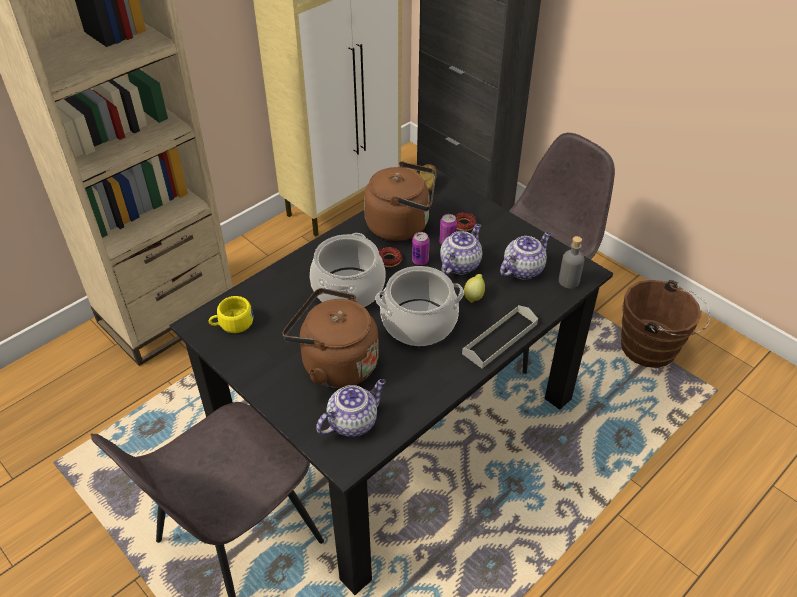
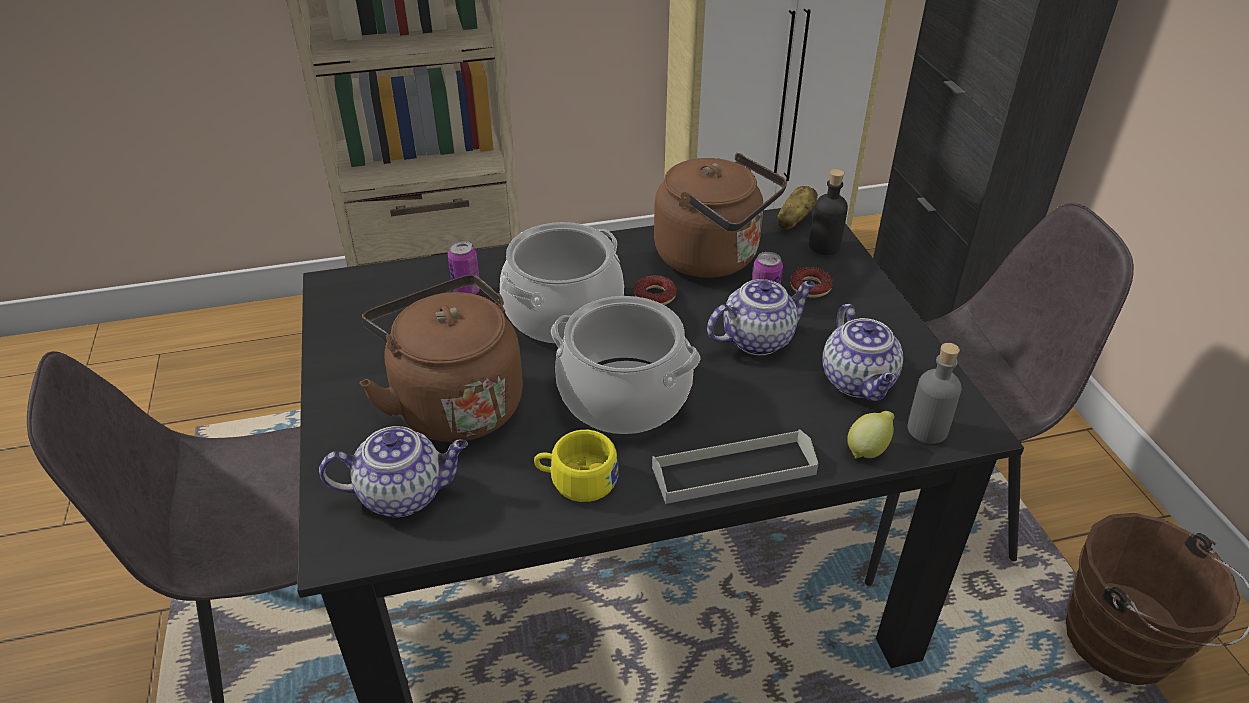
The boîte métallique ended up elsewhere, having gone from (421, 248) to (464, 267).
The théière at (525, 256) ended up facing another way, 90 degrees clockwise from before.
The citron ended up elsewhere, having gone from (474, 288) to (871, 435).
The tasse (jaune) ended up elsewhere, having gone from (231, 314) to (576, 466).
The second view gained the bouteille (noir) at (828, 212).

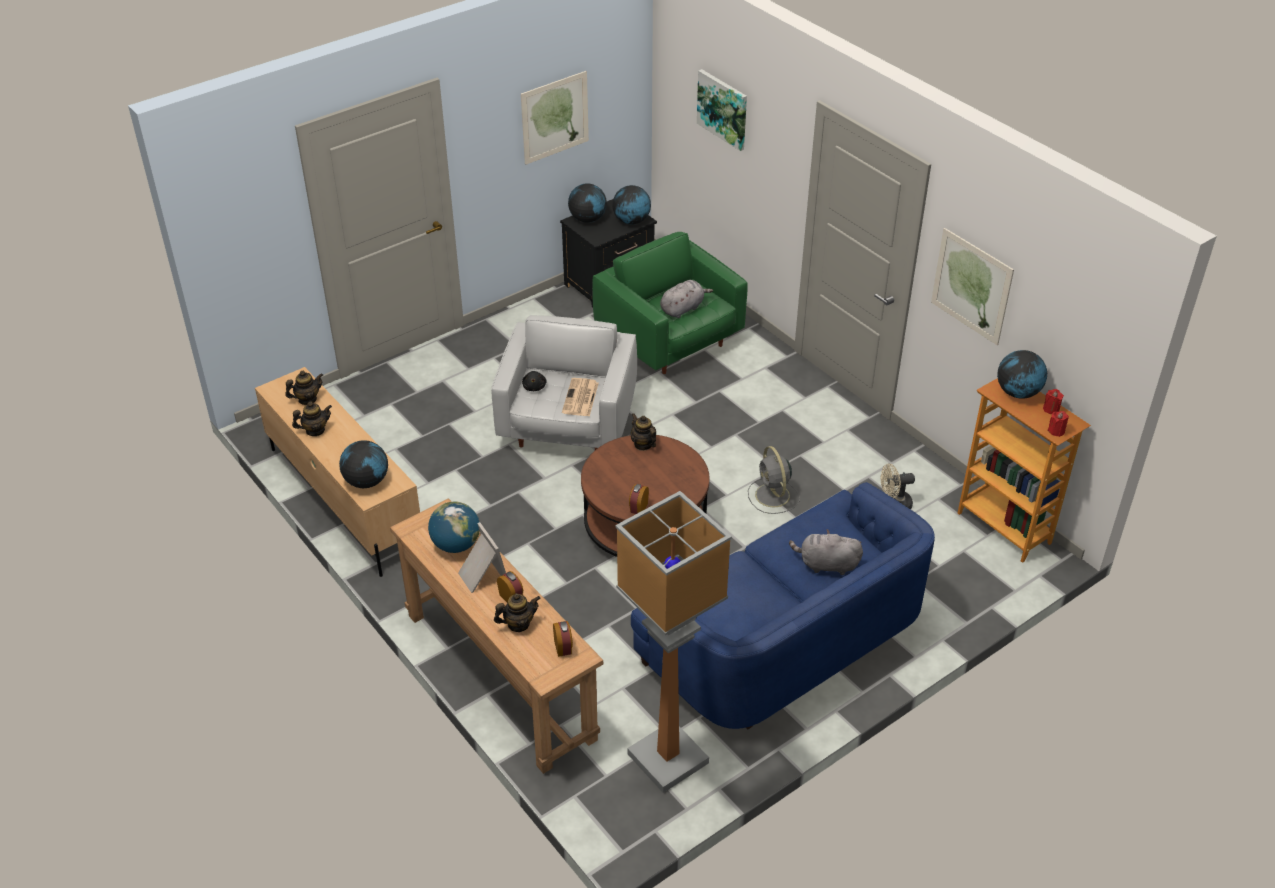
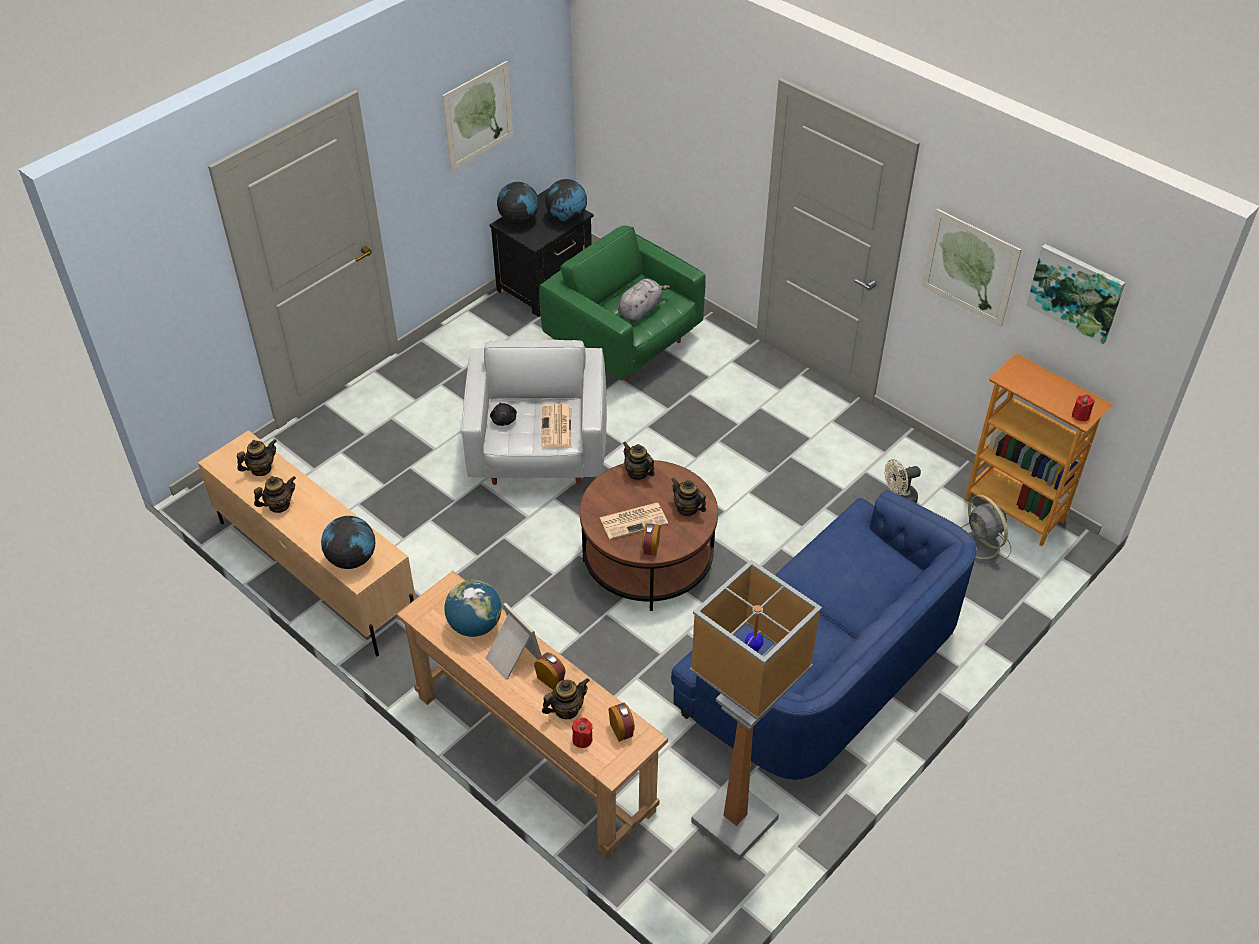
The tableau ended up elsewhere, having gone from (722, 110) to (1075, 294).
The second view lost the globe at (1022, 374).
The bougie (rouge) ended up elsewhere, having gone from (1053, 401) to (582, 732).
The ventilateur (gris) ended up elsewhere, having gone from (774, 480) to (986, 531).
The second view lost the peluche (gris) at (826, 552).
The second view gained the théière at (688, 497).
The second view gained the journal at (633, 521).

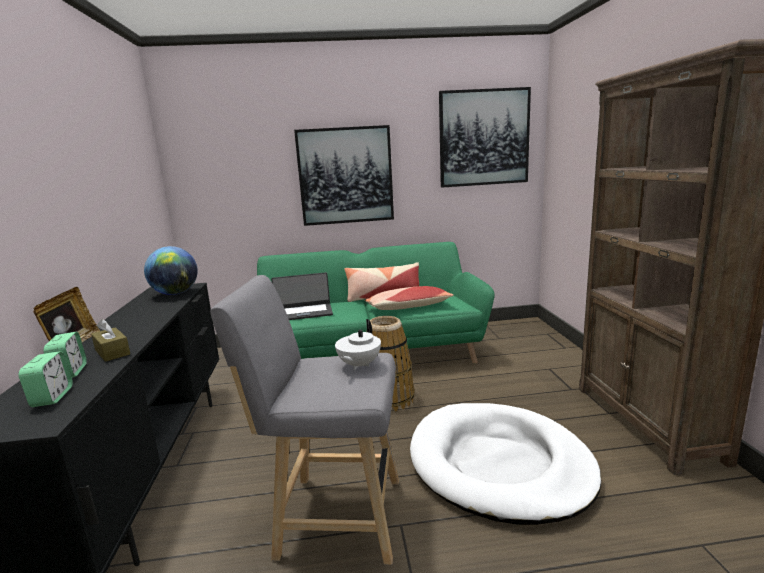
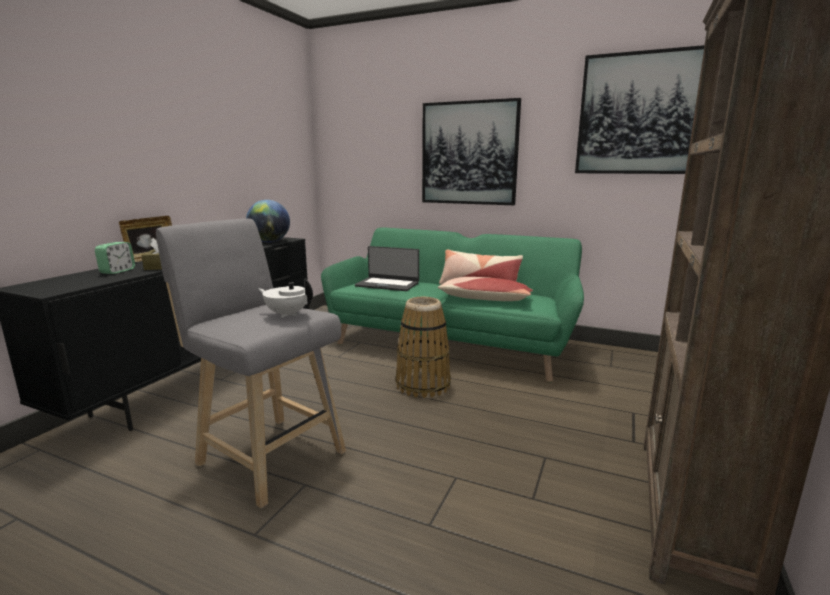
The théière (blanc) at (358, 344) ended up facing another way, 60 degrees clockwise from before.
The second view lost the réveil at (46, 379).
The second view lost the panier pour chien (blanc) at (505, 464).

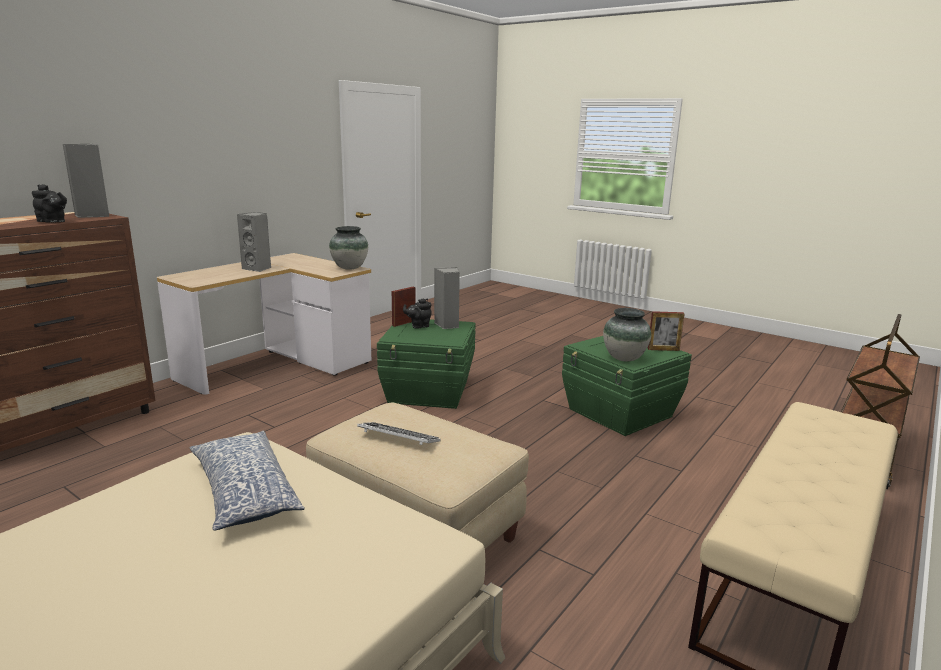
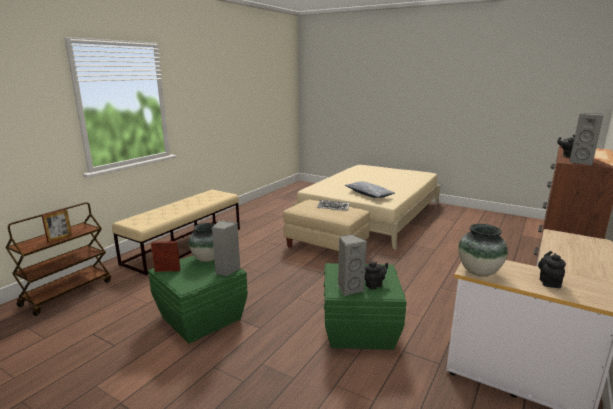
The enceinte (gris) ended up elsewhere, having gone from (254, 242) to (226, 248).
The cadre photo ended up elsewhere, having gone from (404, 307) to (56, 226).
The second view gained the théière (noir) at (552, 269).

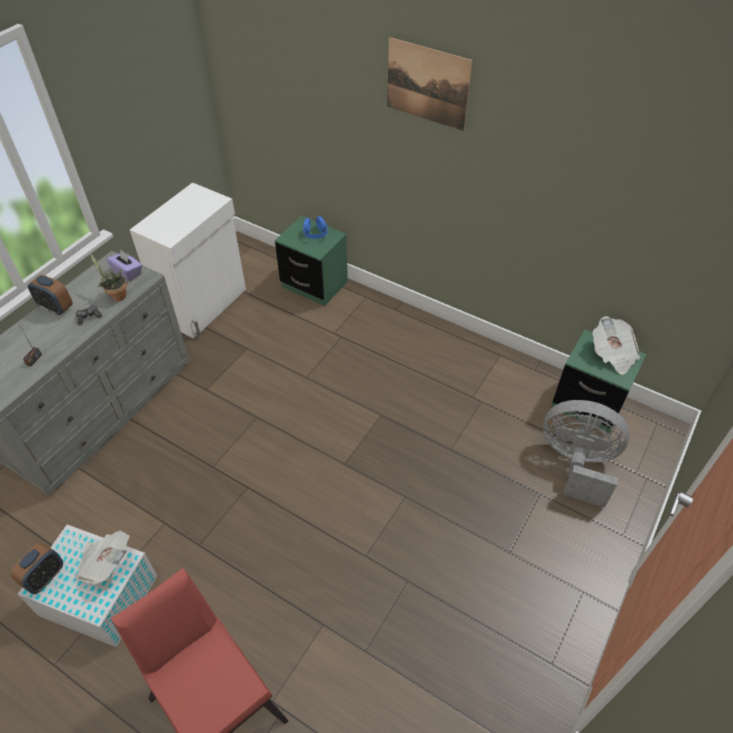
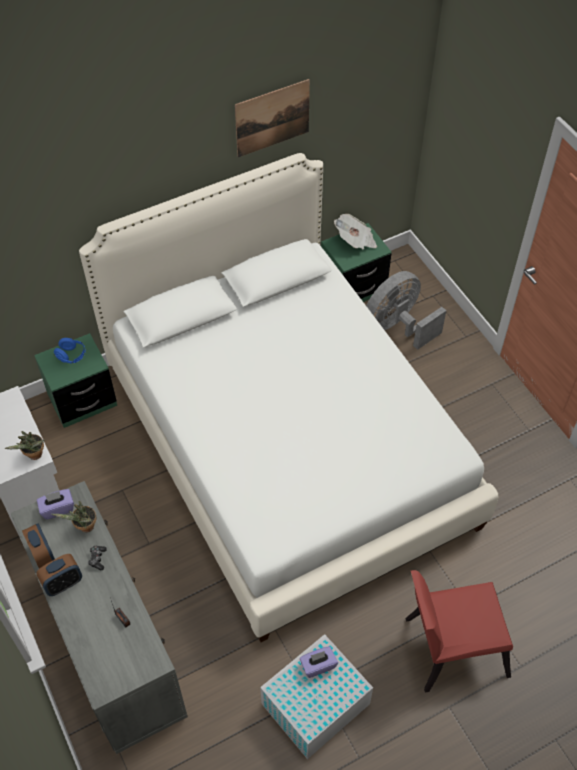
The tableau ended up elsewhere, having gone from (430, 84) to (272, 118).
Where the journal stood at (102, 557), the boîte à mouchoirs (violet) came to stand at (319, 662).
The réveil ended up elsewhere, having gone from (37, 568) to (38, 546).
The second view gained the lit (blanc) at (288, 397).
The second view gained the plante en pot at (24, 445).

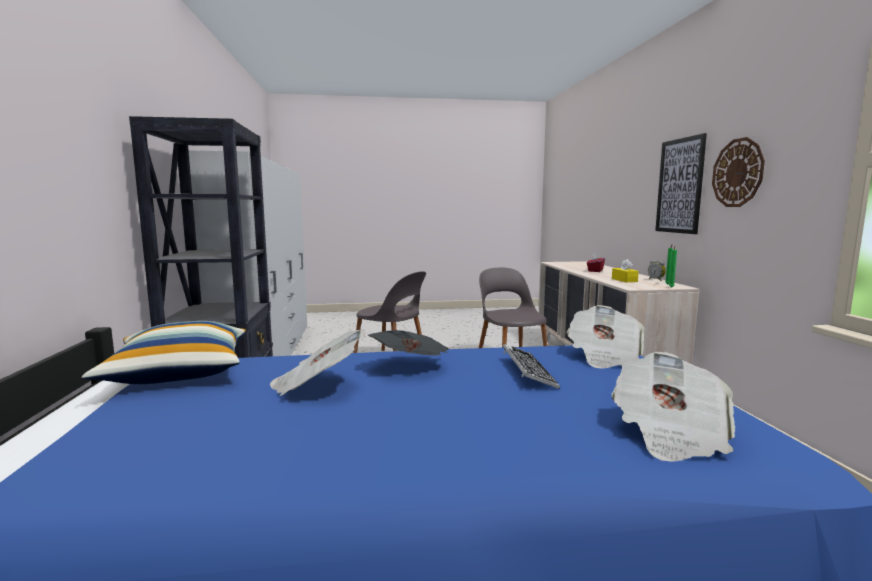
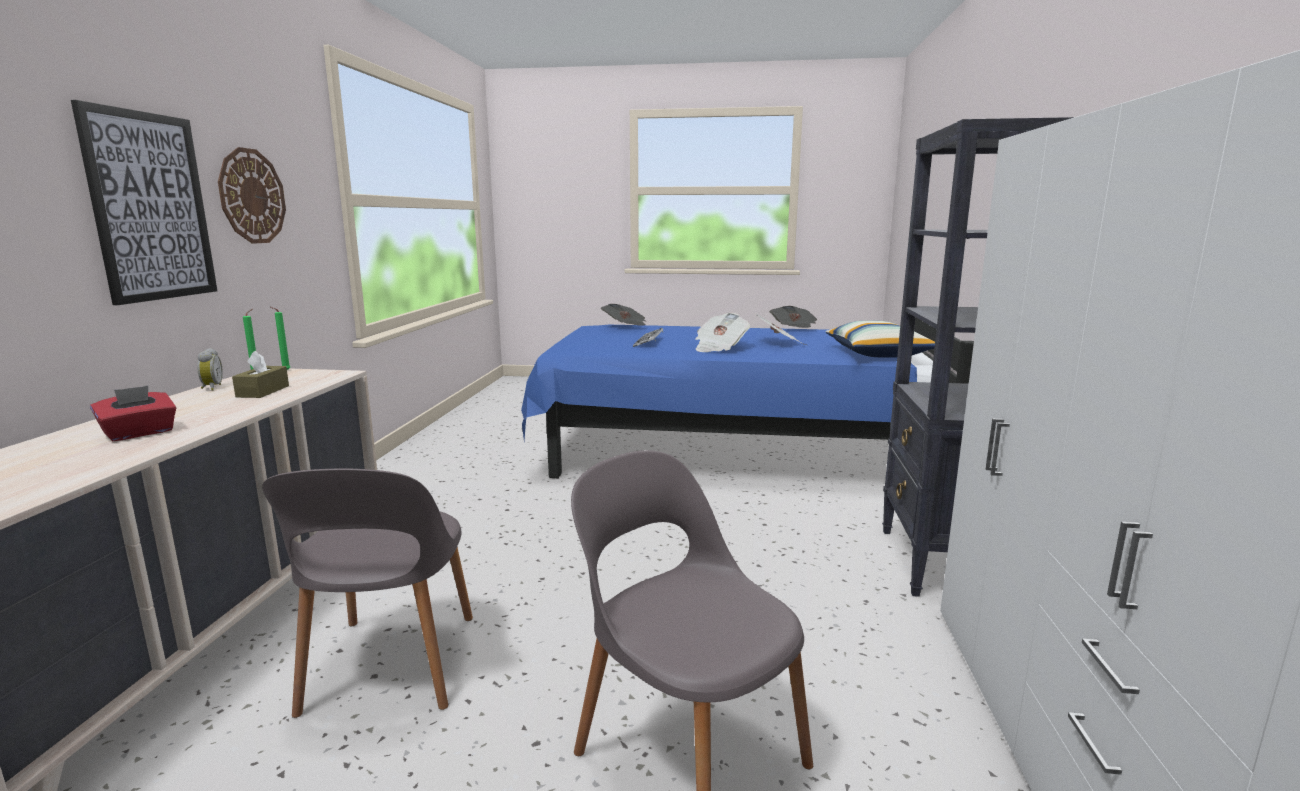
What was the boîte à mouchoirs (jaune) at (625, 270) turned into the boîte à mouchoirs (marron) at (260, 374).
The journal ended up elsewhere, having gone from (606, 336) to (793, 317).

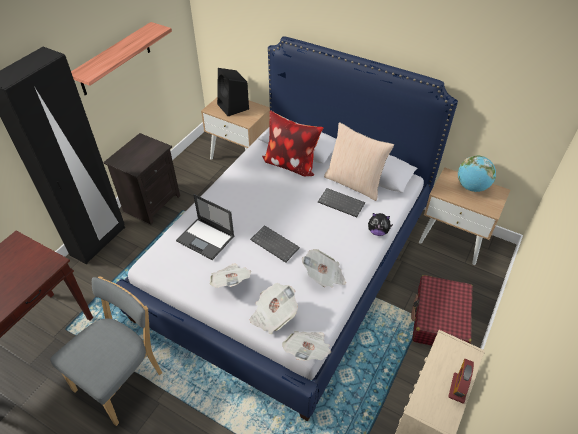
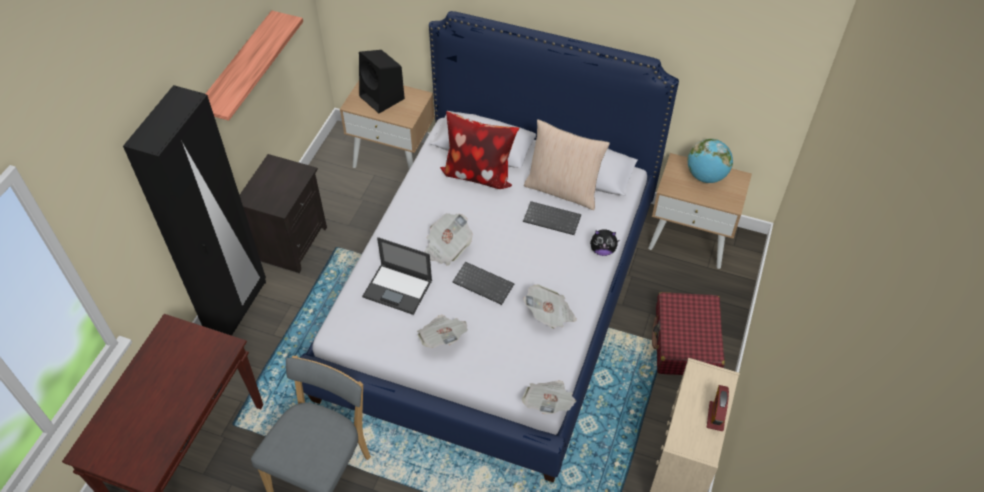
The journal ended up elsewhere, having gone from (274, 308) to (448, 239).

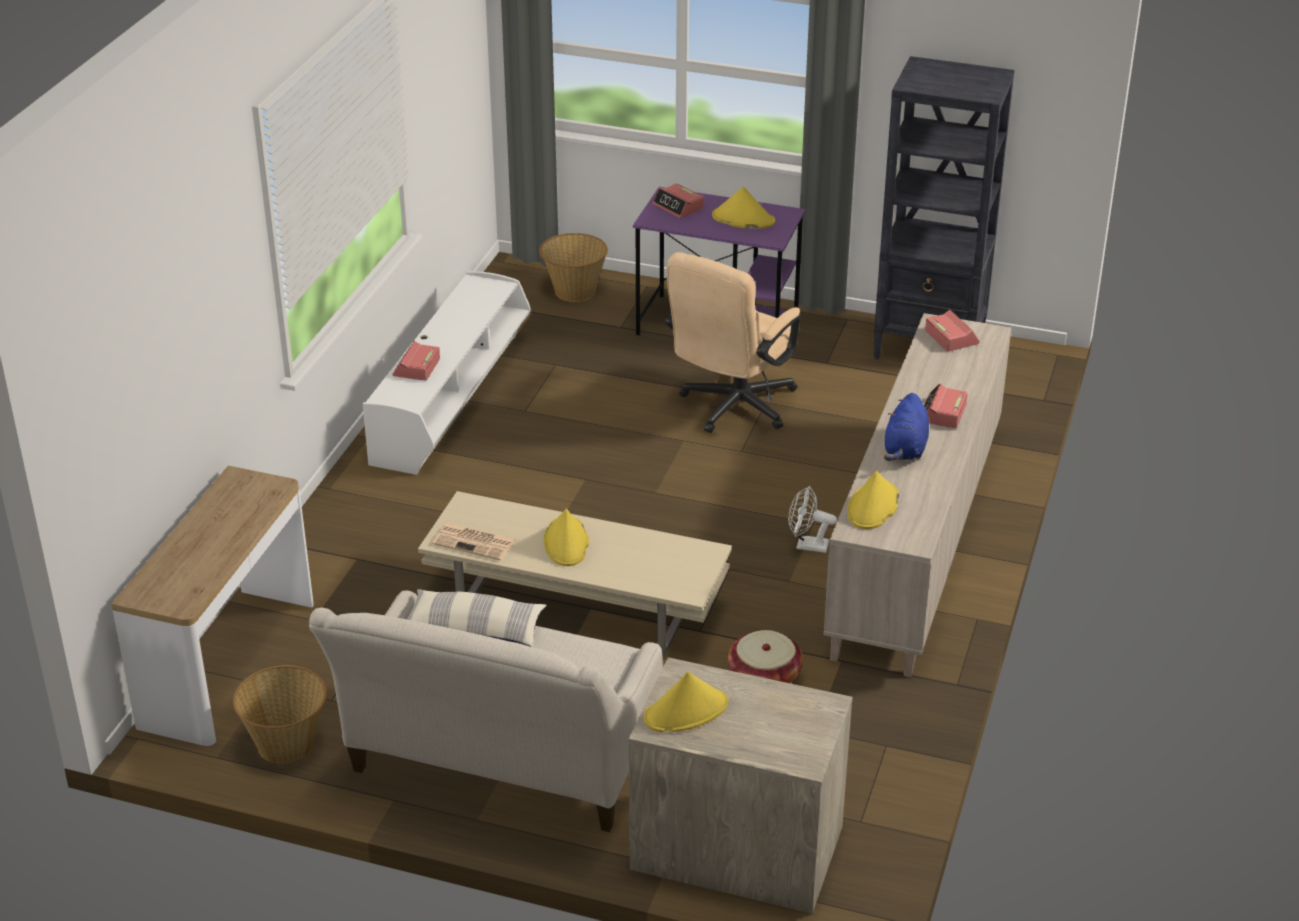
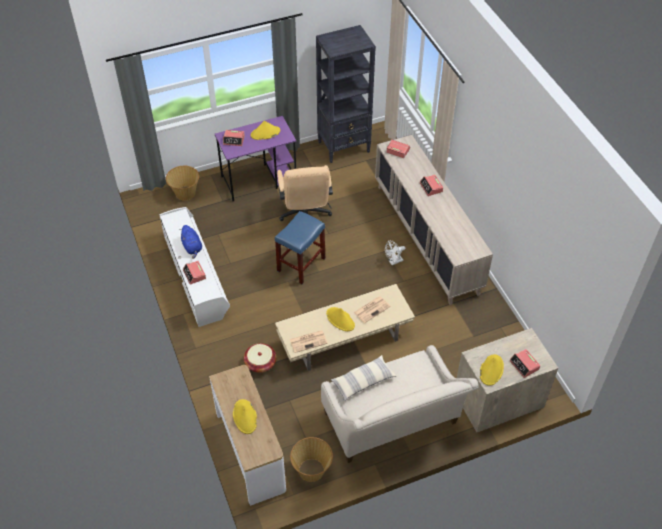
The peluche (bleu) ended up elsewhere, having gone from (906, 427) to (190, 242).
The chapeau (jaune) ended up elsewhere, having gone from (873, 500) to (245, 416).
The panier ended up elsewhere, having gone from (765, 656) to (260, 358).
The second view gained the tabouret (bleu) at (300, 247).
The second view gained the journal at (372, 309).
The second view gained the réveil at (524, 363).

